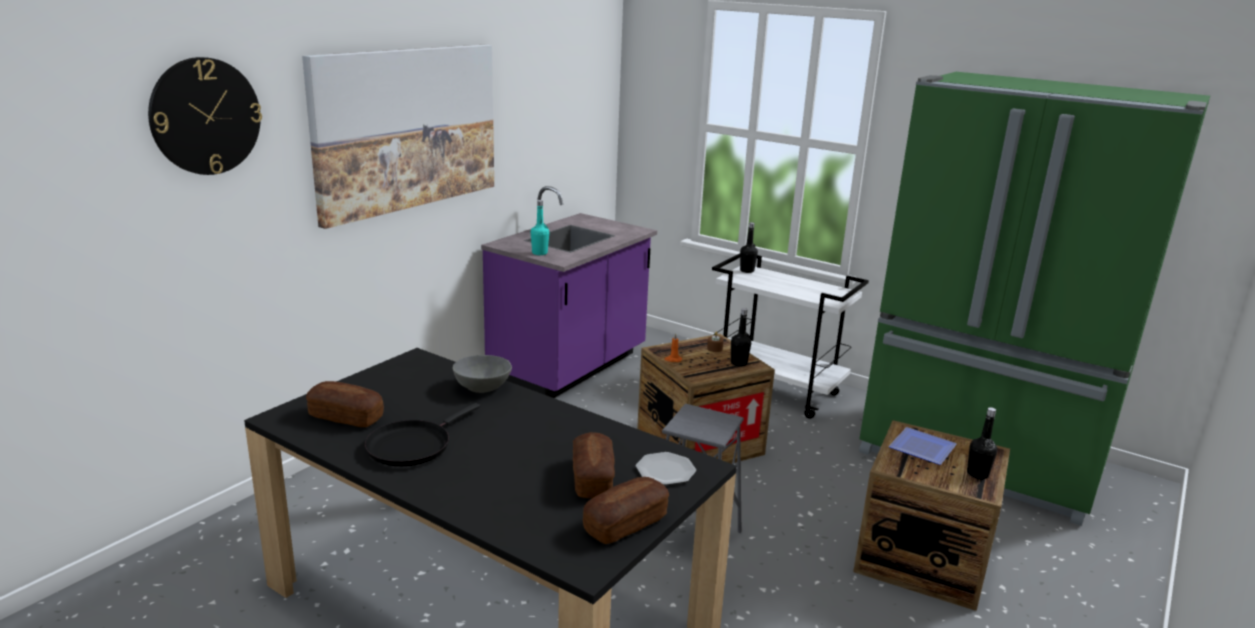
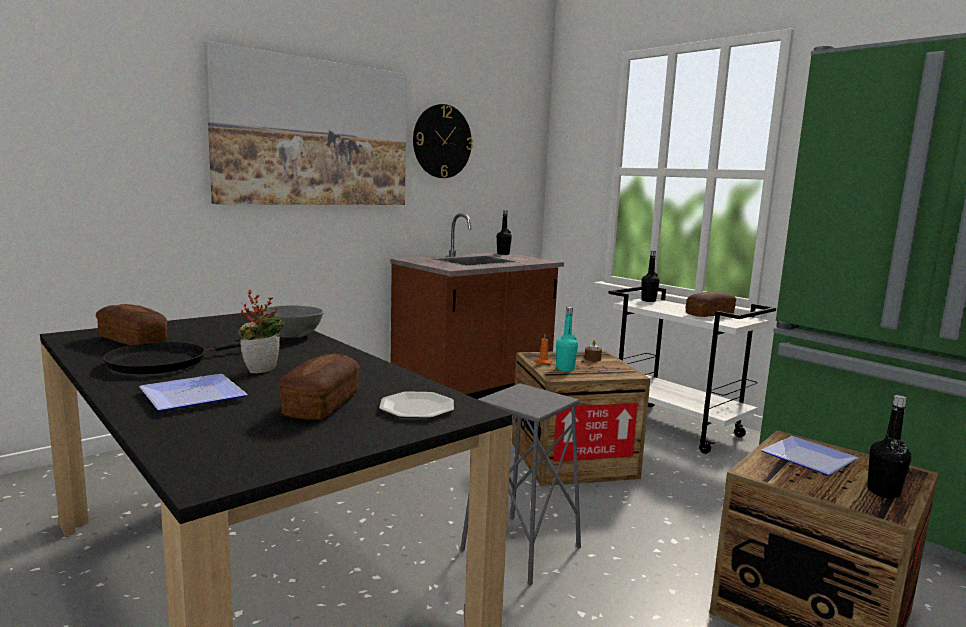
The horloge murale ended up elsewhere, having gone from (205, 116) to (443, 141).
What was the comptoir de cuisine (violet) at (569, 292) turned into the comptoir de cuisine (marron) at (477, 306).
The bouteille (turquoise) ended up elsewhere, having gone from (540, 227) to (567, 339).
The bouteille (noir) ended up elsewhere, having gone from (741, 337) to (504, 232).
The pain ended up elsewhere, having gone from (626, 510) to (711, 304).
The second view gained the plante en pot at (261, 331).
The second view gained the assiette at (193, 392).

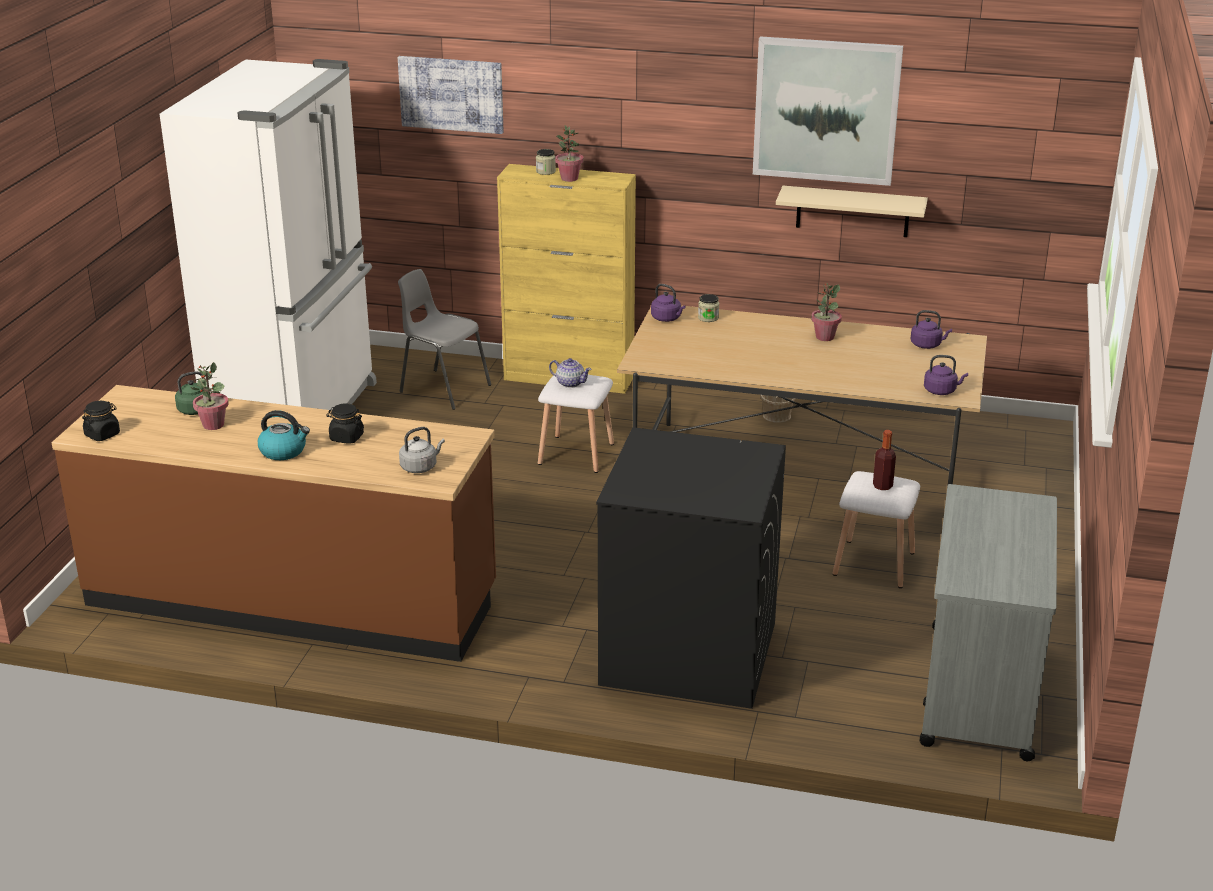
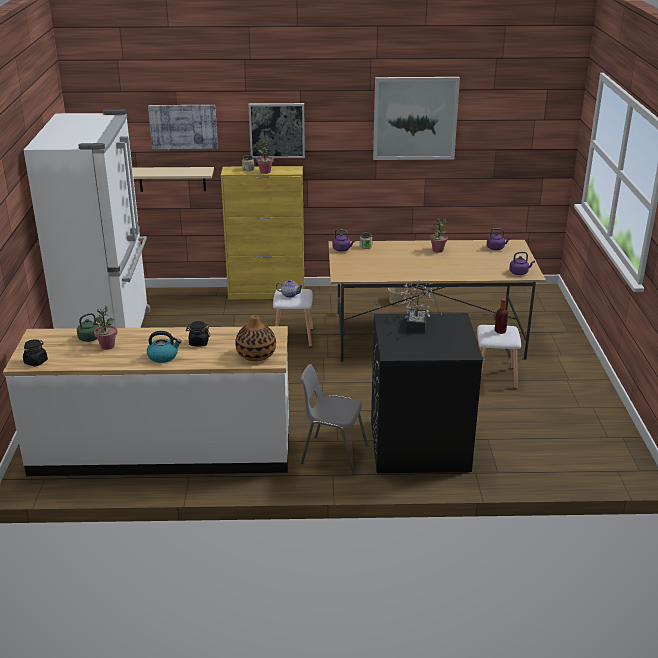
The étagère (beige) ended up elsewhere, having gone from (852, 211) to (173, 179).
The chaise (gris) ended up elsewhere, having gone from (444, 339) to (334, 419).
What was the comptoir de cuisine (marron) at (274, 523) turned into the comptoir de cuisine (blanc) at (146, 401).
Where the bouilloire (gris) stood at (422, 450), the vase came to stand at (255, 338).
The second view lost the chariot (gris) at (988, 622).
The second view gained the tableau at (276, 130).
The second view gained the plante en pot at (417, 306).

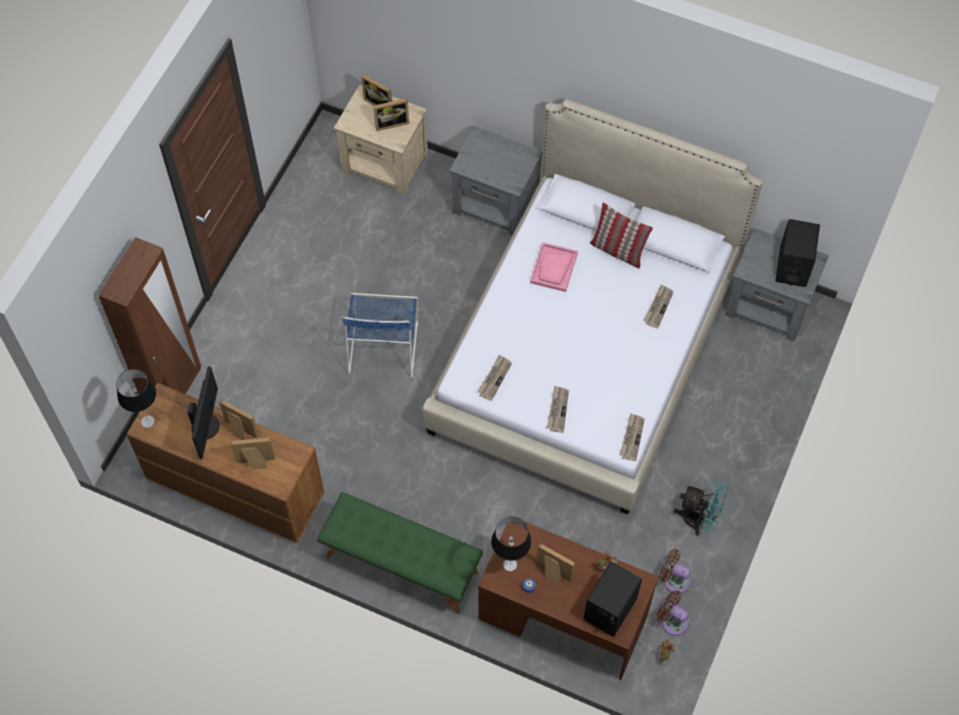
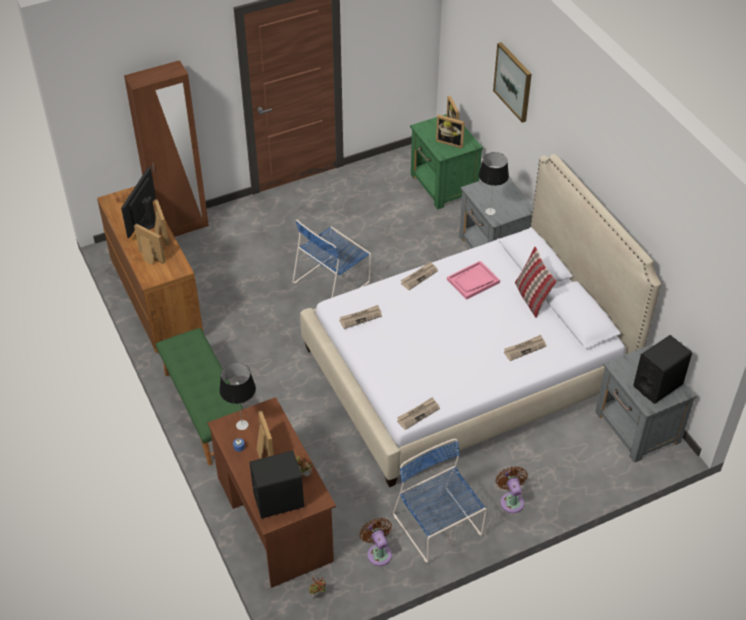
What was the table de chevet (beige) at (381, 140) turned into the table de chevet (vert) at (446, 161).
The écran d'ordinateur at (203, 412) ended up facing another way, 150 degrees clockwise from before.
The lampe de table ended up elsewhere, having gone from (136, 398) to (494, 183).
The journal ended up elsewhere, having gone from (558, 409) to (419, 275).
Where the ventilateur (turquoise) stood at (701, 508), the chaise (bleu) came to stand at (440, 501).
The ventilateur (marron) ended up elsewhere, having gone from (672, 613) to (512, 489).
The second view gained the tableau at (512, 82).

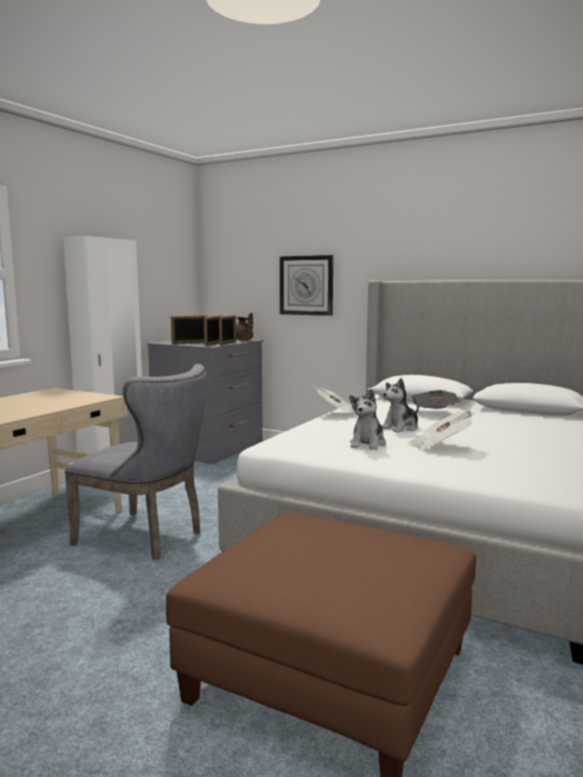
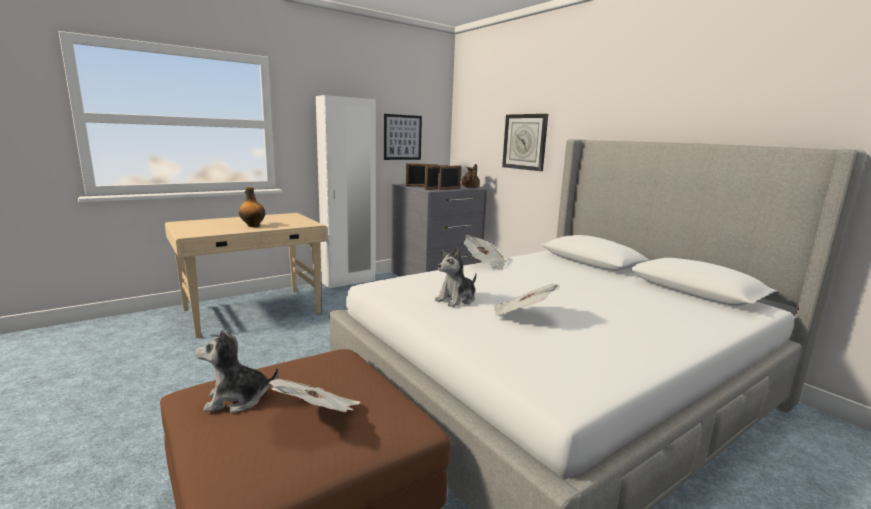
The second view lost the chaise (gris) at (136, 462).
The peluche ended up elsewhere, having gone from (400, 405) to (236, 370).
The journal ended up elsewhere, having gone from (435, 399) to (314, 395).
The second view gained the tableau at (403, 137).
The second view gained the bouteille at (252, 207).

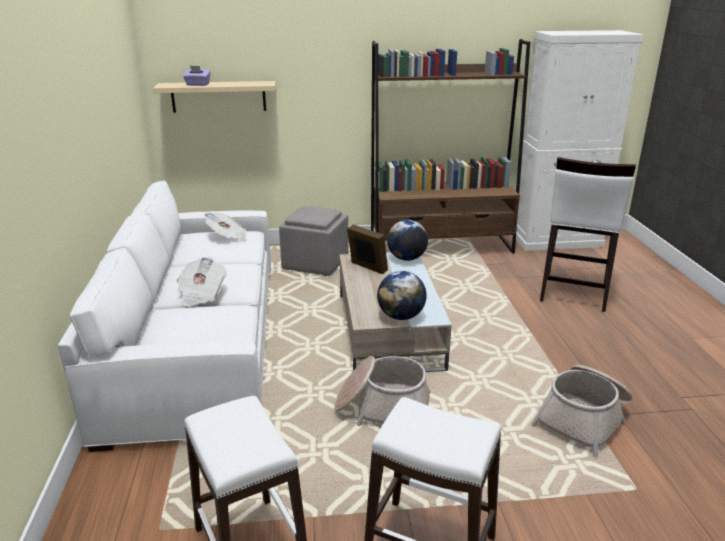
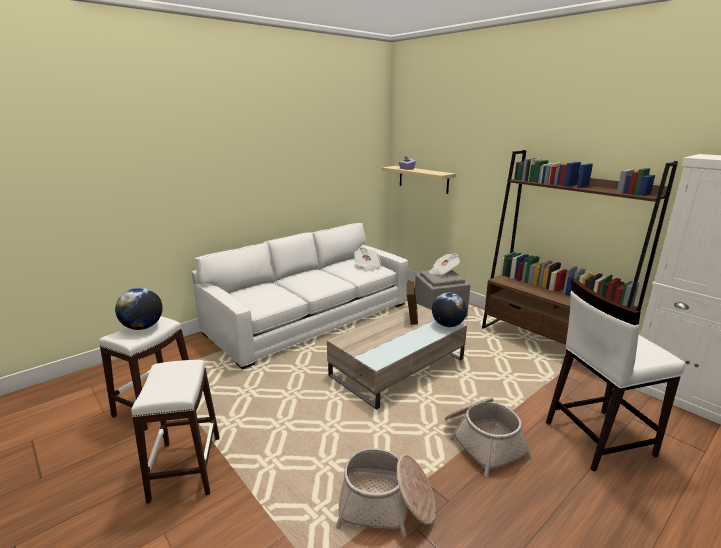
The journal ended up elsewhere, having gone from (202, 281) to (444, 264).
The globe ended up elsewhere, having gone from (402, 295) to (139, 309).
The panier ended up elsewhere, having gone from (382, 391) to (488, 437).

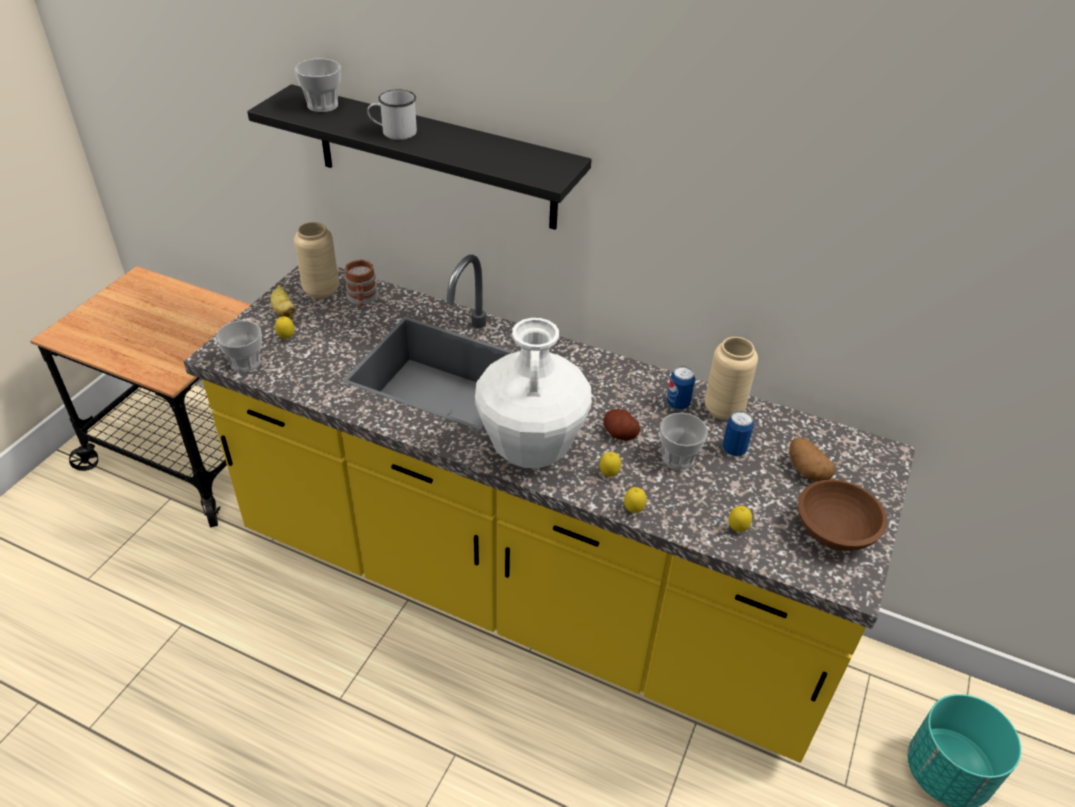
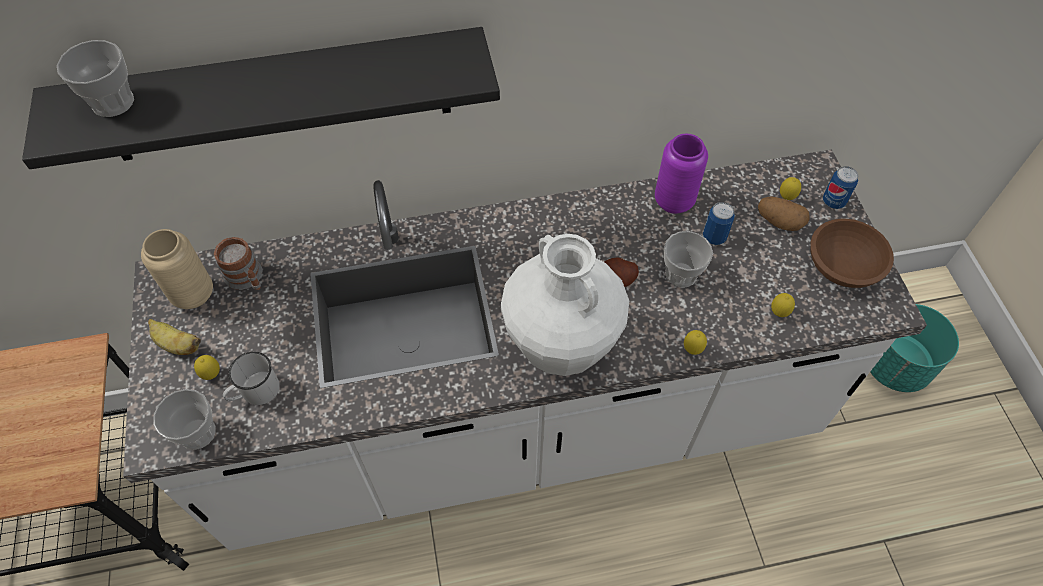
The mug (blanc) ended up elsewhere, having gone from (392, 114) to (251, 378).
What was the comptoir de cuisine (jaune) at (549, 509) turned into the comptoir de cuisine (blanc) at (525, 350).
What was the vase (beige) at (731, 378) turned into the vase (violet) at (681, 174).
The boîte métallique ended up elsewhere, having gone from (681, 388) to (840, 187).
The citron ended up elsewhere, having gone from (610, 464) to (790, 188).

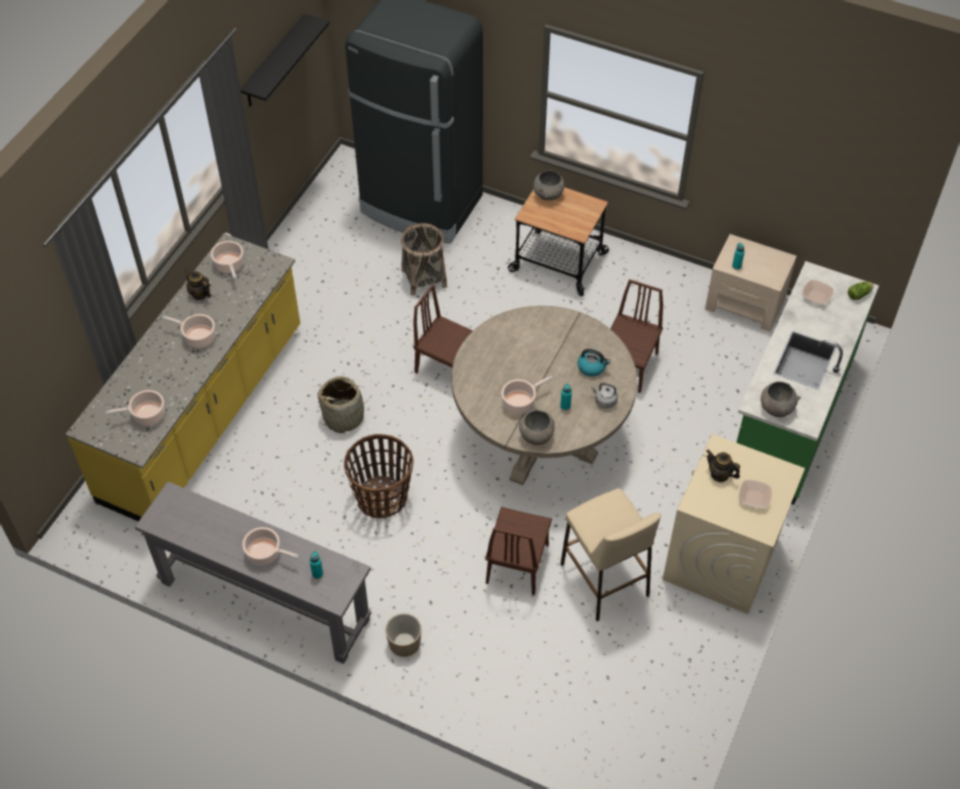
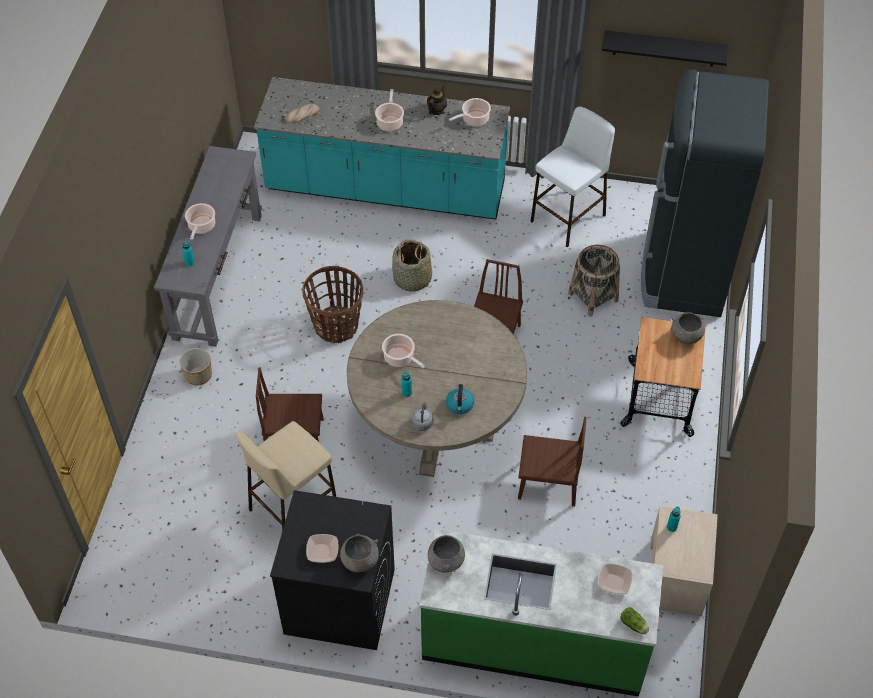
What was the comptoir de cuisine (jaune) at (182, 377) turned into the comptoir de cuisine (turquoise) at (382, 148).
Where the marmite stood at (135, 408), the pain came to stand at (302, 113).
The bol (gris) ended up elsewhere, having gone from (537, 425) to (359, 553).
What was the lave-linge (beige) at (734, 524) turned into the lave-linge (noir) at (332, 570).
The second view lost the théière at (723, 466).
The second view gained the tabouret (blanc) at (573, 176).

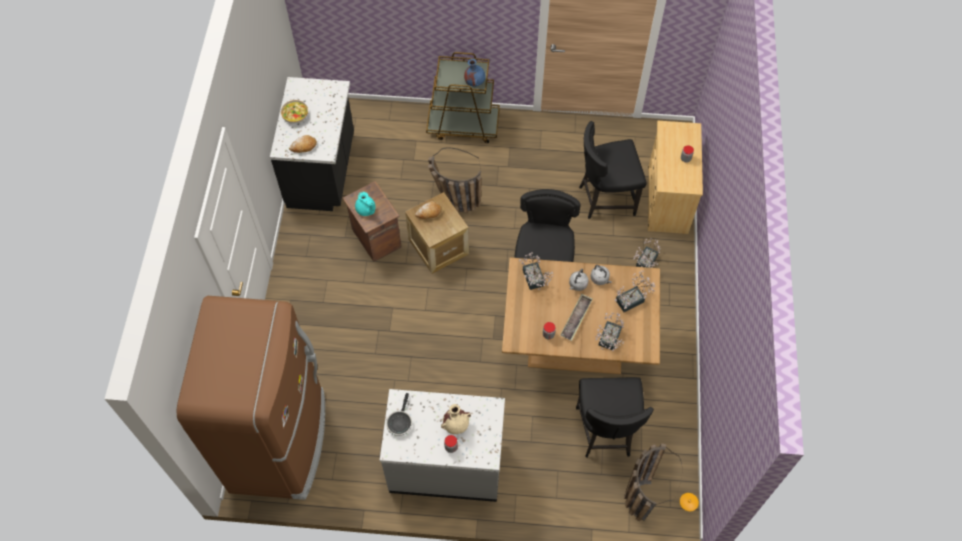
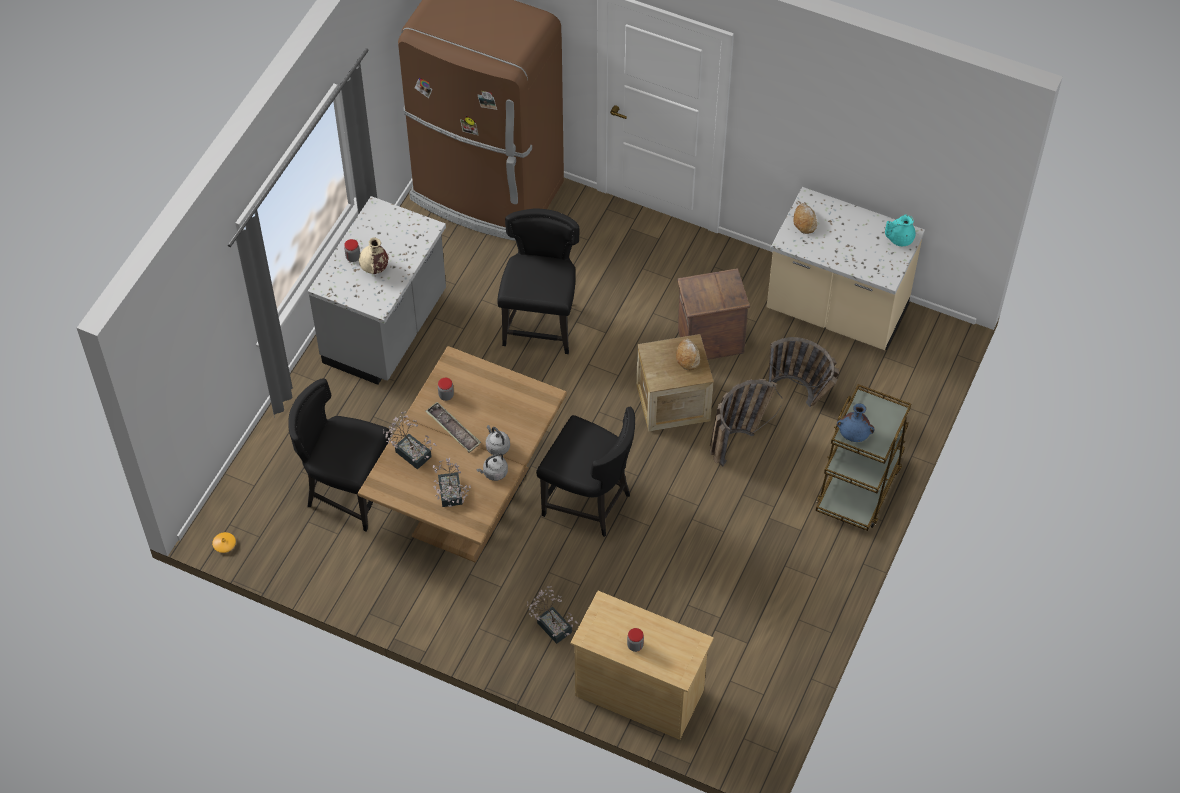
What was the comptoir de cuisine (noir) at (312, 144) turned into the comptoir de cuisine (beige) at (846, 268).
The second view lost the bol at (294, 112).
The chaise (noir) ended up elsewhere, having gone from (613, 170) to (538, 281).
The théière (turquoise) ended up elsewhere, having gone from (365, 204) to (900, 230).
The second view lost the plante en pot at (536, 271).
The second view lost the poêle at (399, 414).
The panier ended up elsewhere, having gone from (653, 482) to (803, 372).

